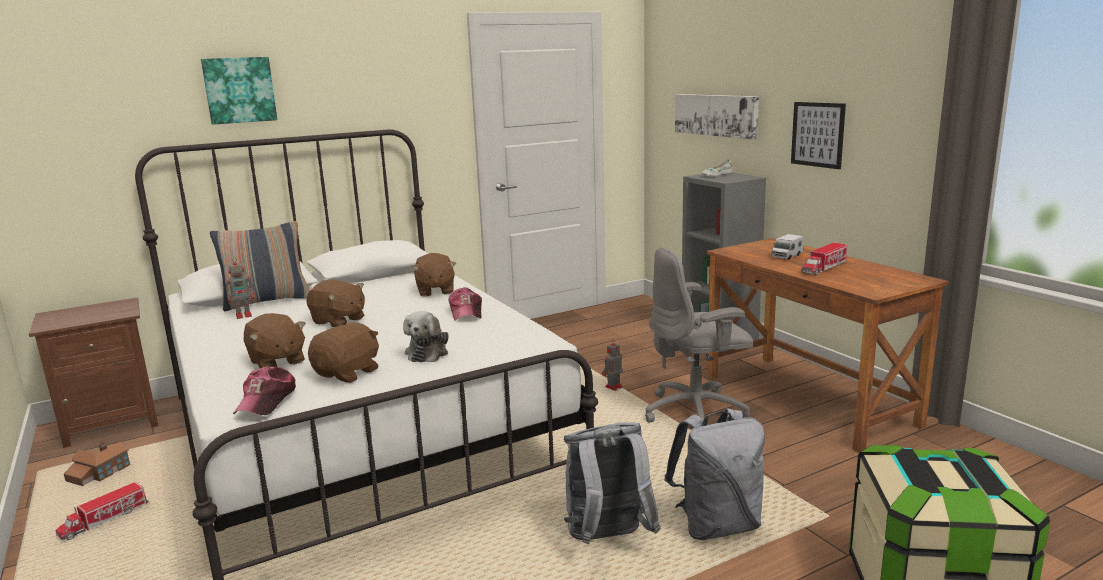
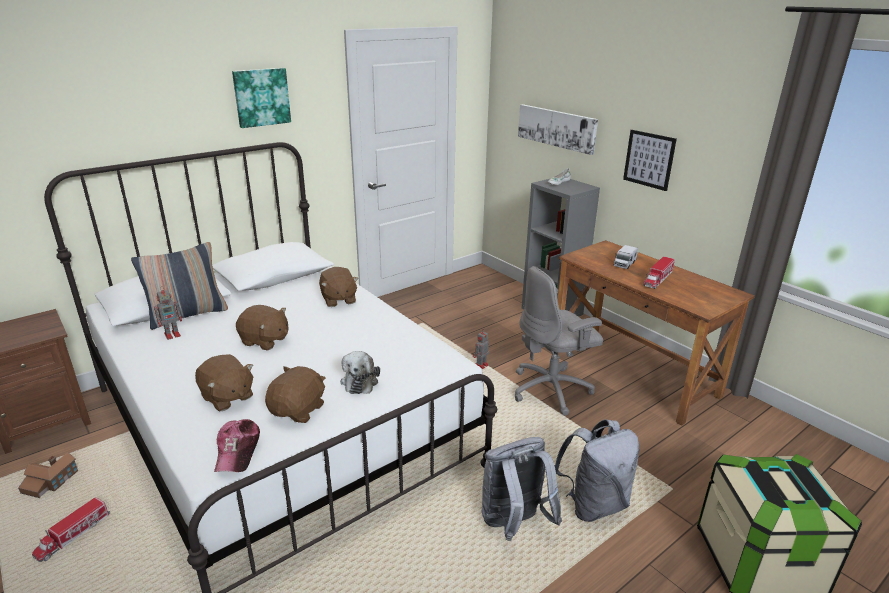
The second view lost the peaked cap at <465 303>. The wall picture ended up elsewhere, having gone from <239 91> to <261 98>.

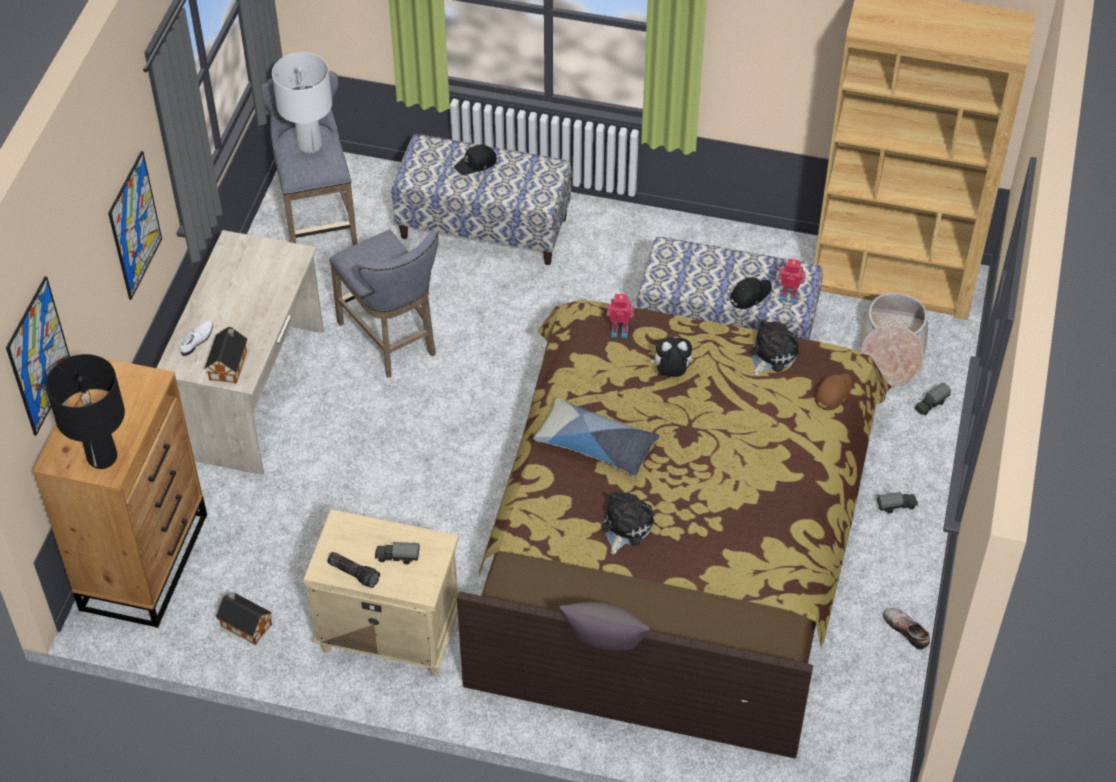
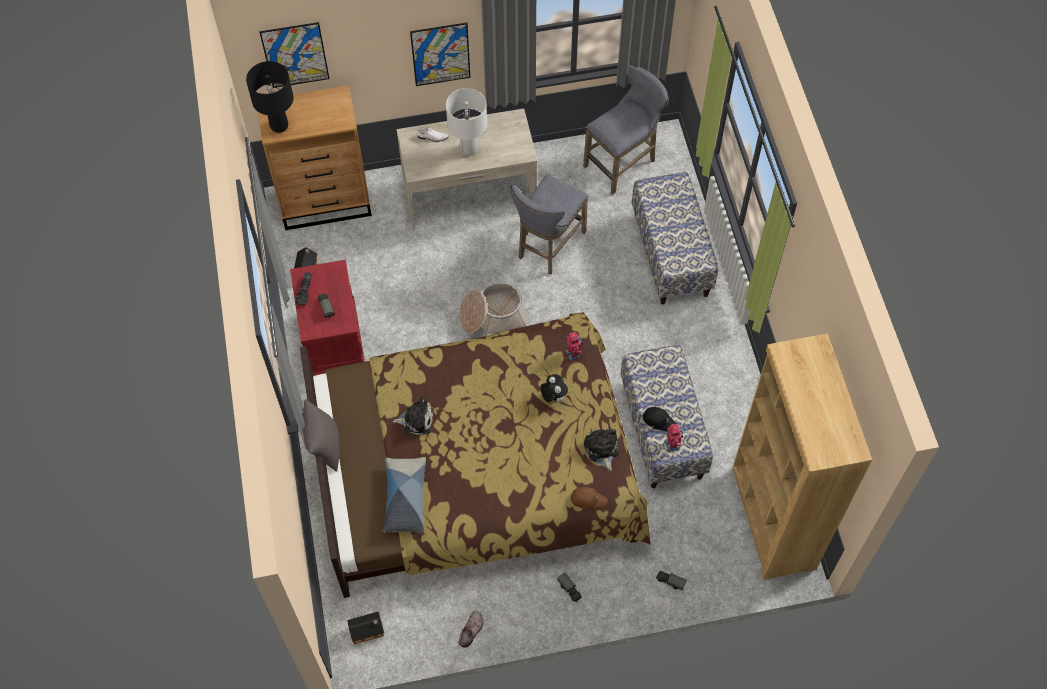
The second view lost the peaked cap in black-coloured at <475 160>. The model house ended up elsewhere, having gone from <225 355> to <365 627>. The tabletop lamp in white-coloured ended up elsewhere, having gone from <302 103> to <466 122>. The throw pillow ended up elsewhere, having gone from <596 437> to <404 495>. The basket ended up elsewhere, having gone from <894 339> to <493 309>. What was the bedside table in beige at <381 592> turned into the bedside table in red at <327 318>. The plush toy at <775 348> ended up facing another way, 120 degrees counterclockwise from before.

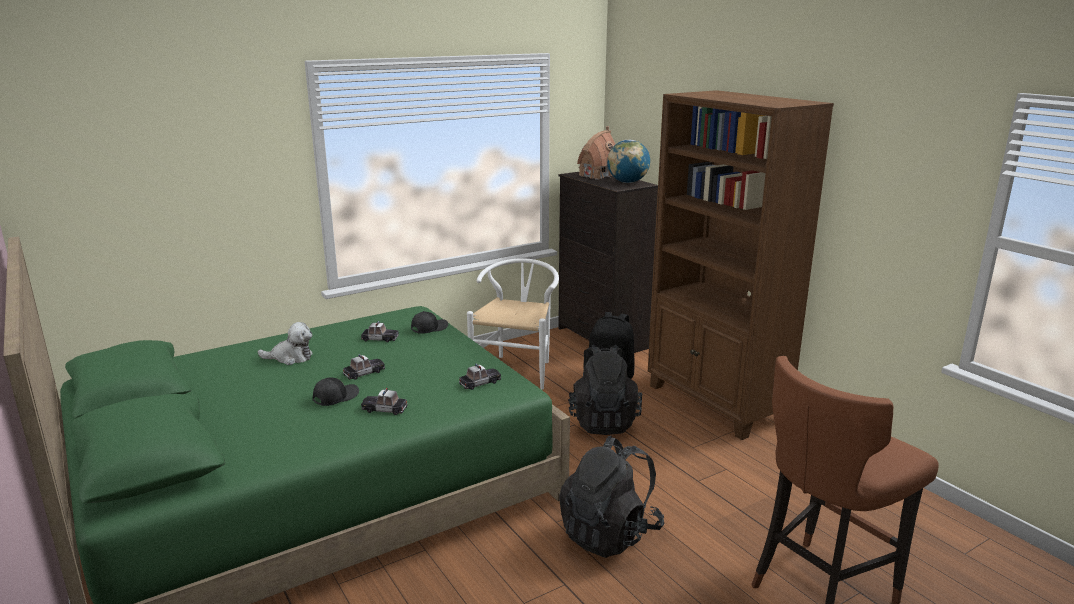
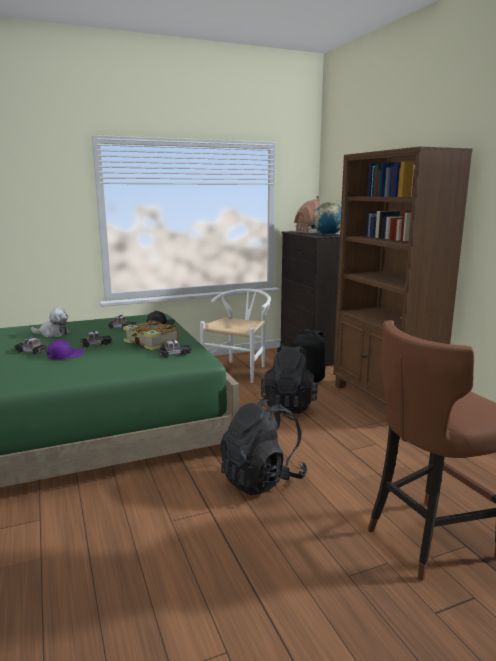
The second view gained the volume at <151 335>. The miniature car ended up elsewhere, having gone from <384 401> to <30 345>. What was the peaked cap in black-coloured at <336 392> turned into the peaked cap in purple-coloured at <65 349>.

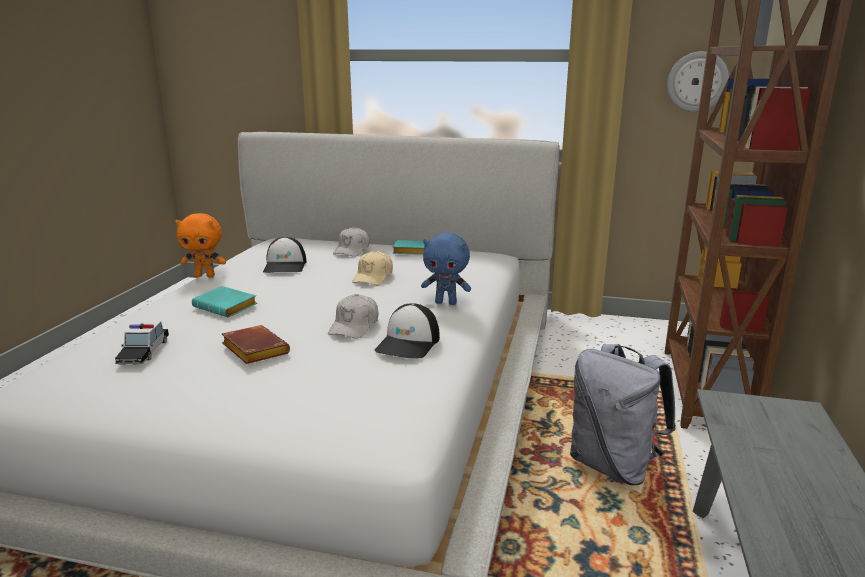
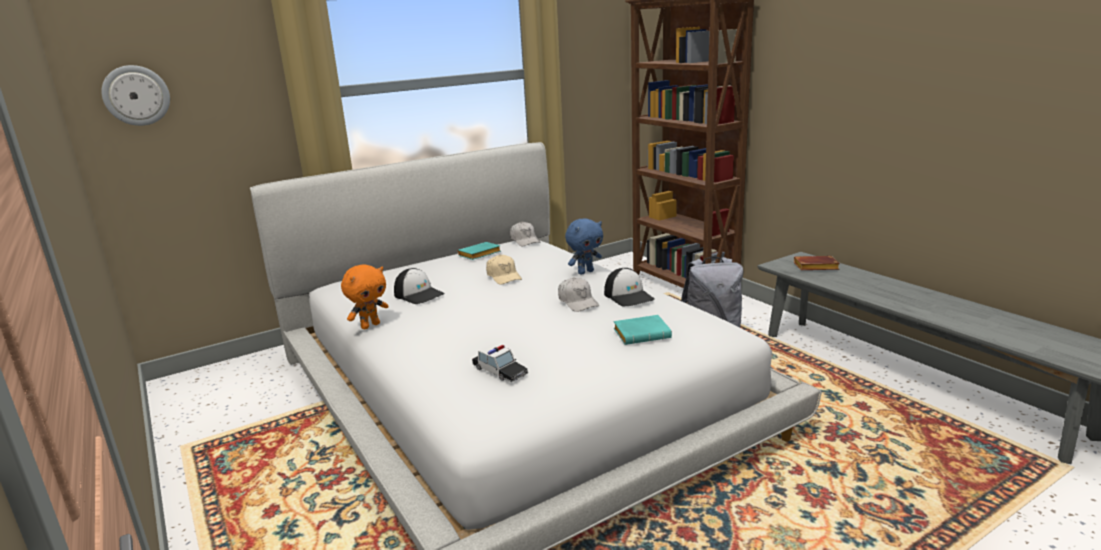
The volume in turquoise ended up elsewhere, having gone from <224 301> to <643 330>. The volume in brown ended up elsewhere, having gone from <256 344> to <817 263>. The peaked cap in white-coloured ended up elsewhere, having gone from <351 242> to <525 234>. The clock on the wall ended up elsewhere, having gone from <698 81> to <135 95>.

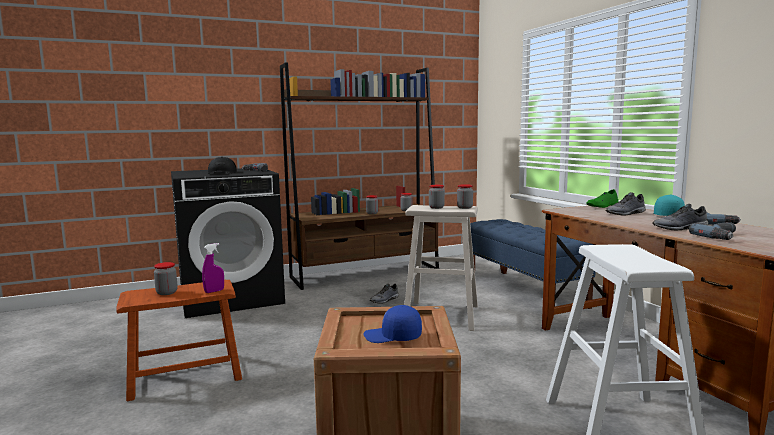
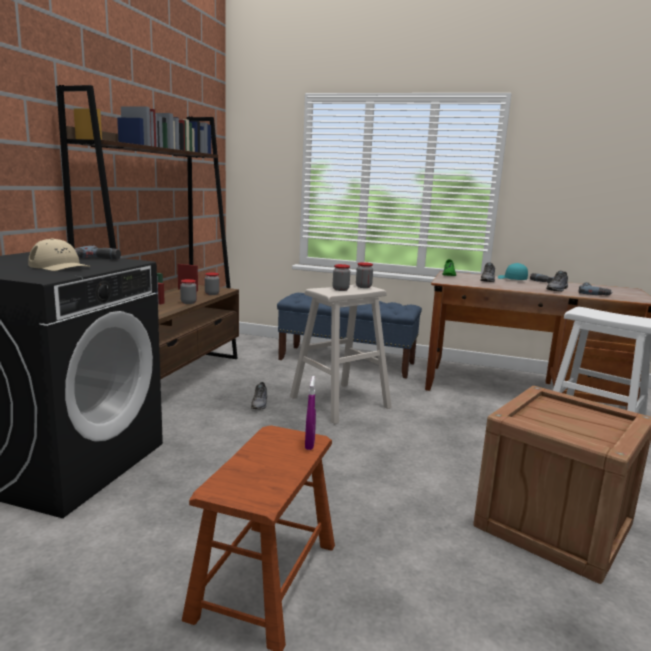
The second view lost the preserve jar at <166 278>. The second view lost the peaked cap in bluish at <392 324>. What was the peaked cap in black-coloured at <222 165> turned into the peaked cap in beige at <59 255>.

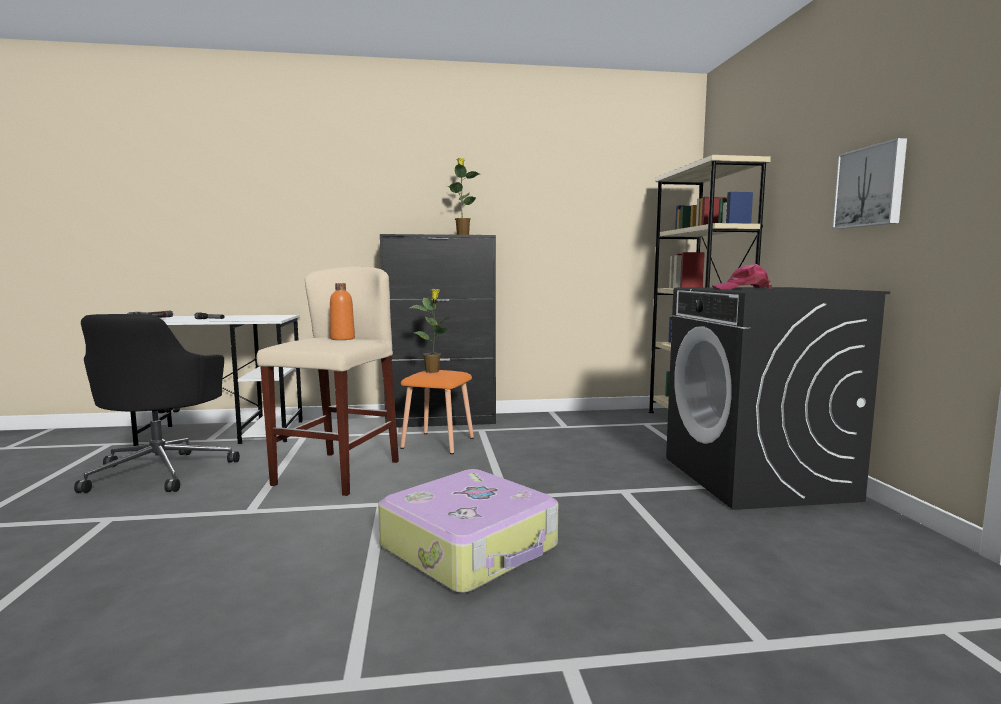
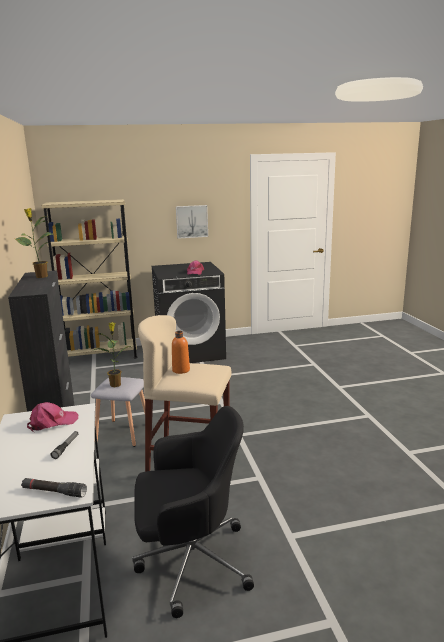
The second view lost the piece of luggage at <468 531>. The second view gained the peaked cap in pink at <52 417>. What was the sitting stool in orangey at <437 412> turned into the sitting stool in grey at <118 412>.

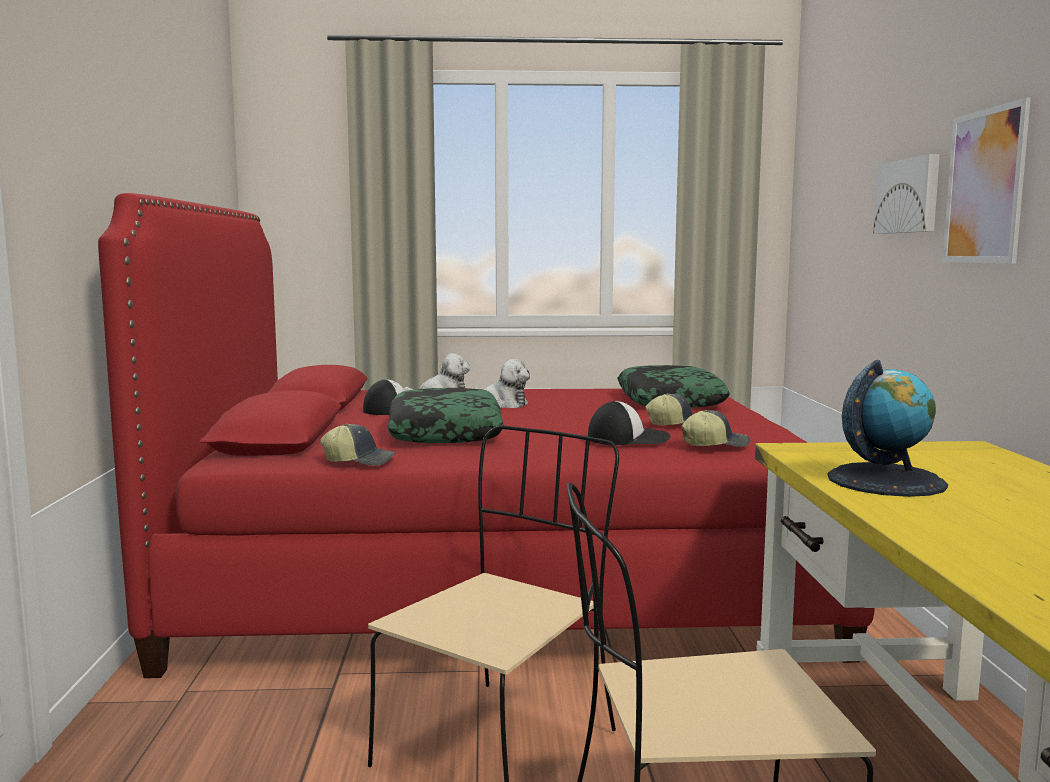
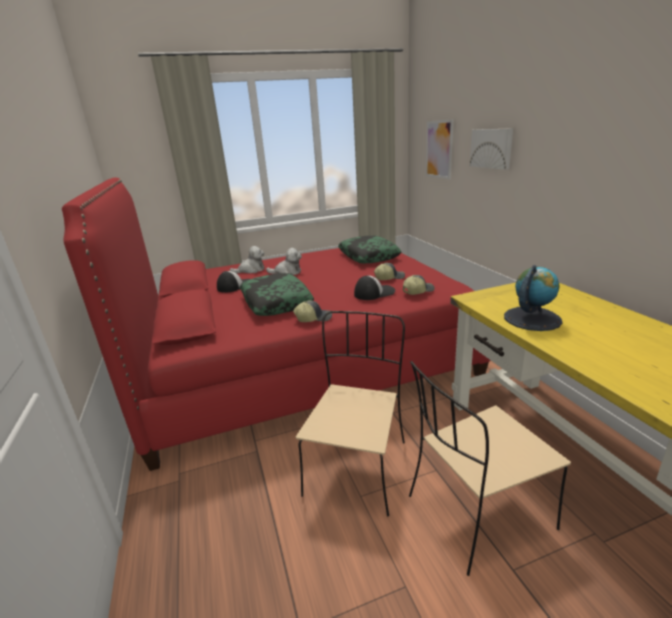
The peaked cap ended up elsewhere, having gone from <358 445> to <312 311>. The wall picture ended up elsewhere, having gone from <987 180> to <439 149>.

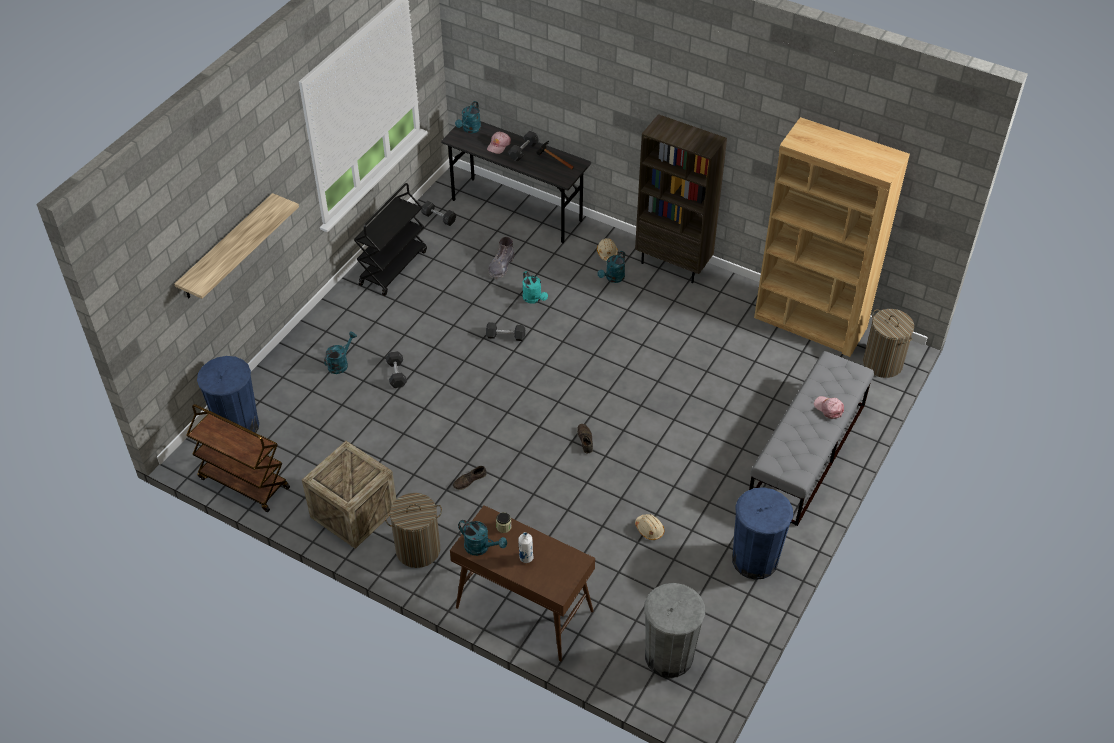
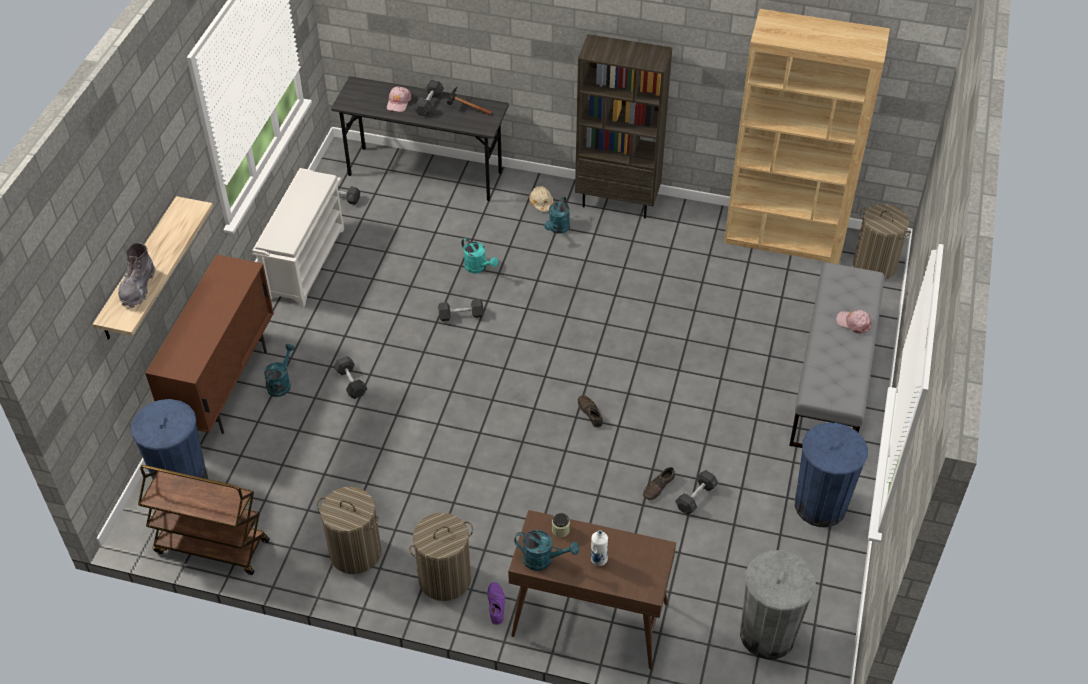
The second view lost the watering pot in turquoise at <468 117>. The second view gained the storage cabinet in brown at <209 344>. The second view gained the low shoe in purple-coloured at <496 603>. The low shoe in brown ended up elsewhere, having gone from <470 478> to <659 483>. The tall boot in grey ended up elsewhere, having gone from <501 258> to <136 275>. Where the crate stood at <349 495>, the hamper came to stand at <349 530>. Where the wheeled cart in black-coloured stood at <390 239>, the shoe stand in white-coloured came to stand at <298 237>. Where the safety helmet in beige stood at <649 527>, the hand weight in grey came to stand at <696 492>.

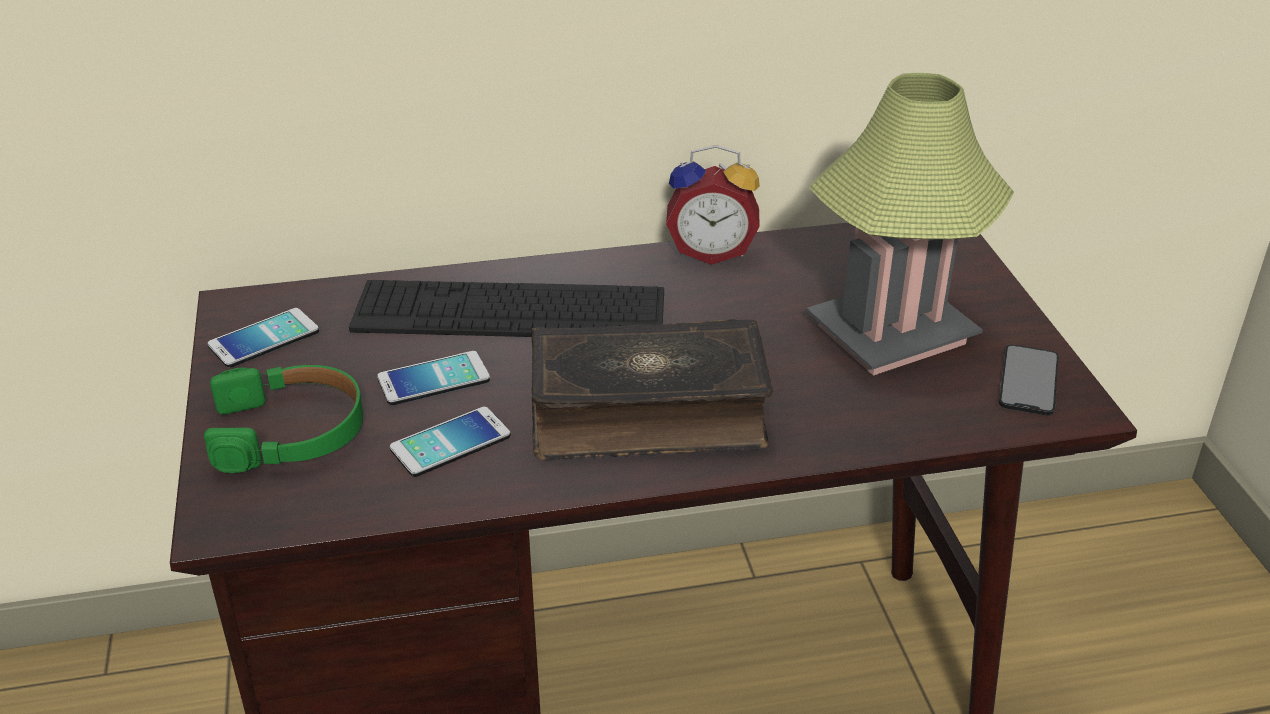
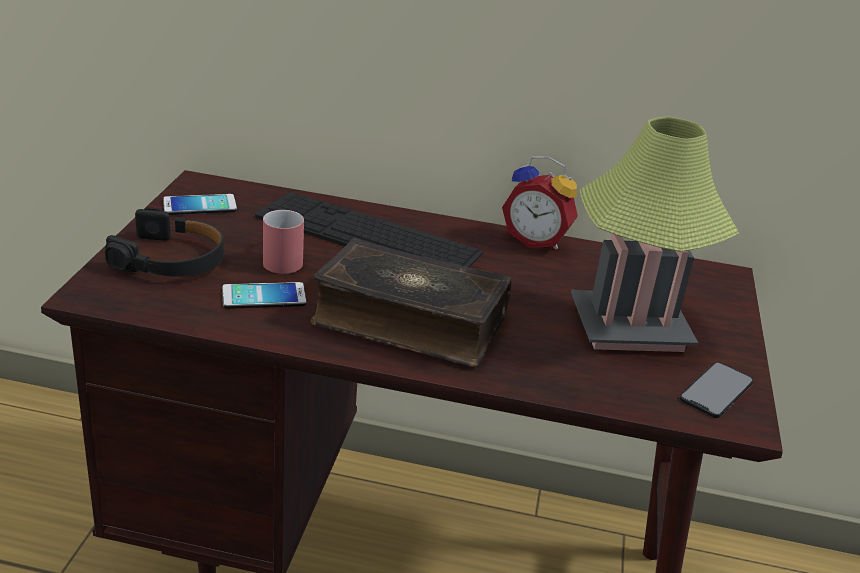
Where the handset stood at <433 378>, the tea mug in red came to stand at <283 242>. What was the pair of headphones in greenish at <283 419> turned into the pair of headphones in black-coloured at <164 242>.

